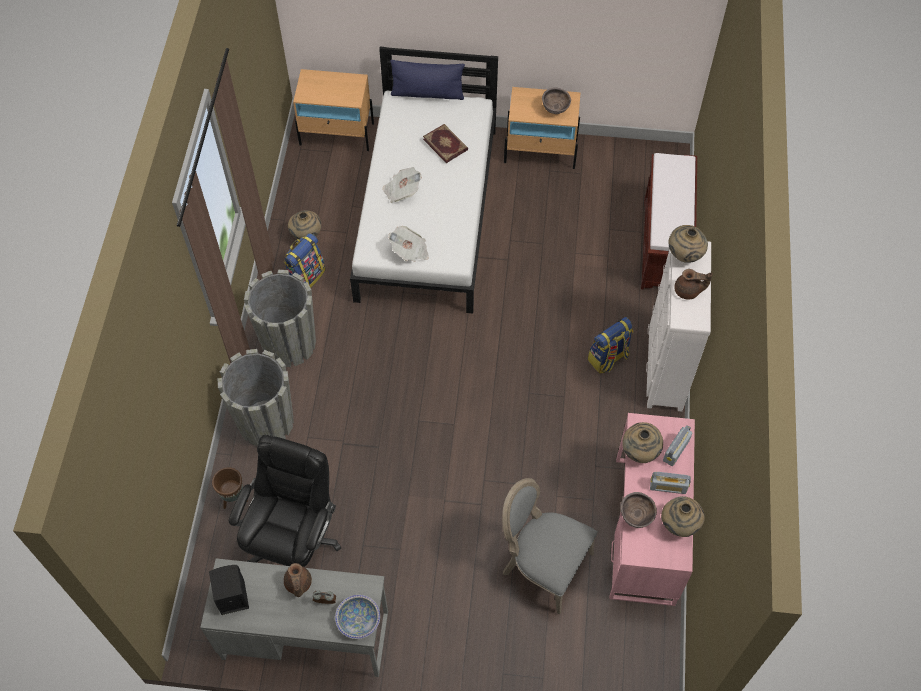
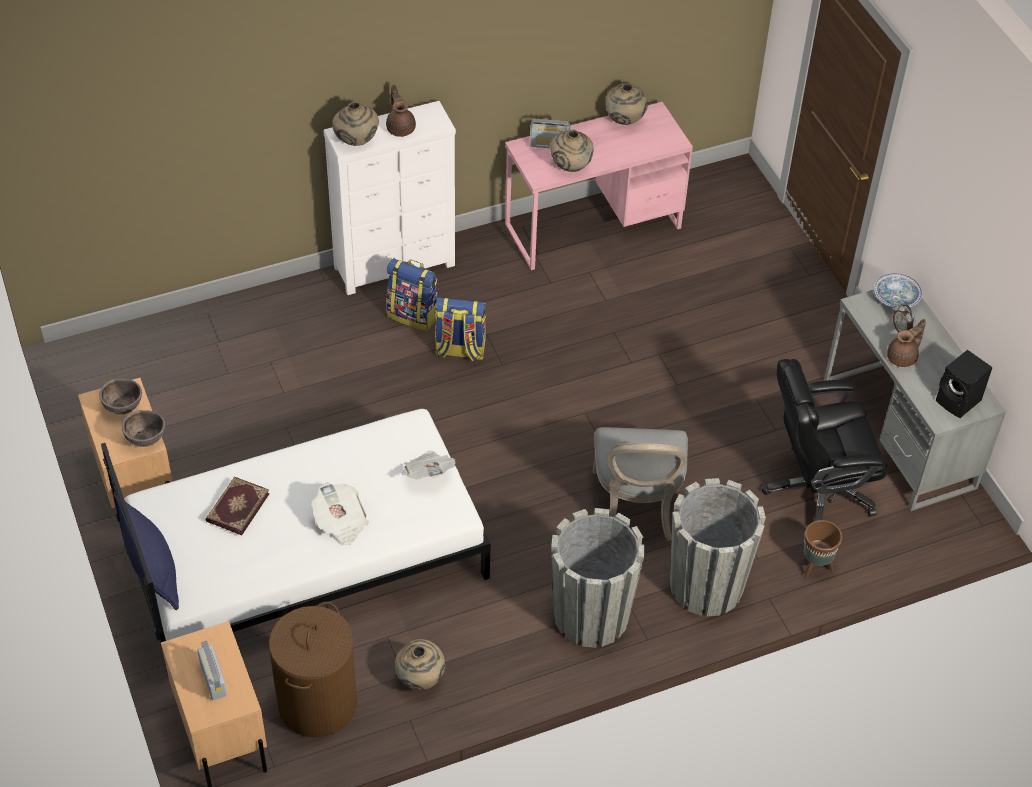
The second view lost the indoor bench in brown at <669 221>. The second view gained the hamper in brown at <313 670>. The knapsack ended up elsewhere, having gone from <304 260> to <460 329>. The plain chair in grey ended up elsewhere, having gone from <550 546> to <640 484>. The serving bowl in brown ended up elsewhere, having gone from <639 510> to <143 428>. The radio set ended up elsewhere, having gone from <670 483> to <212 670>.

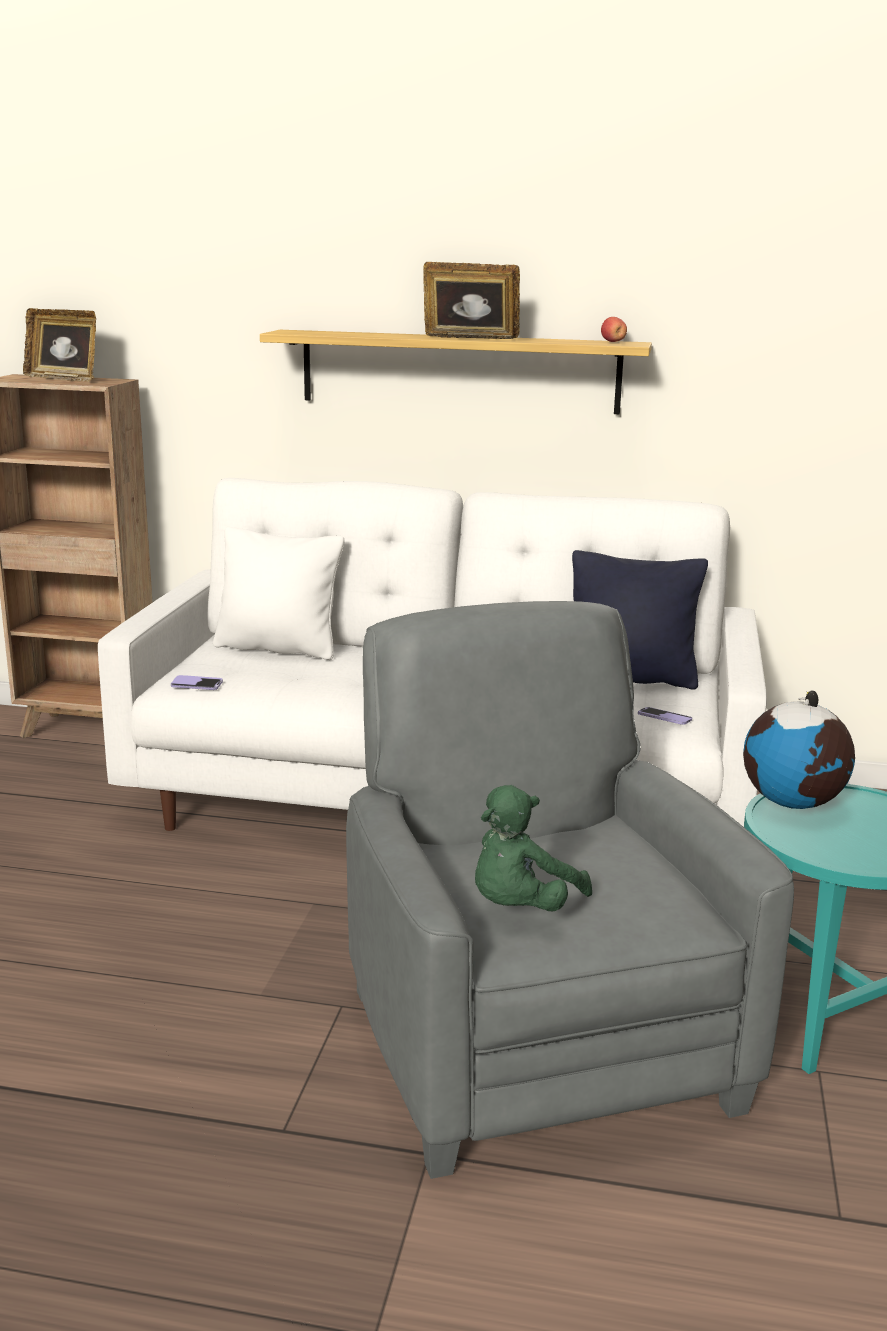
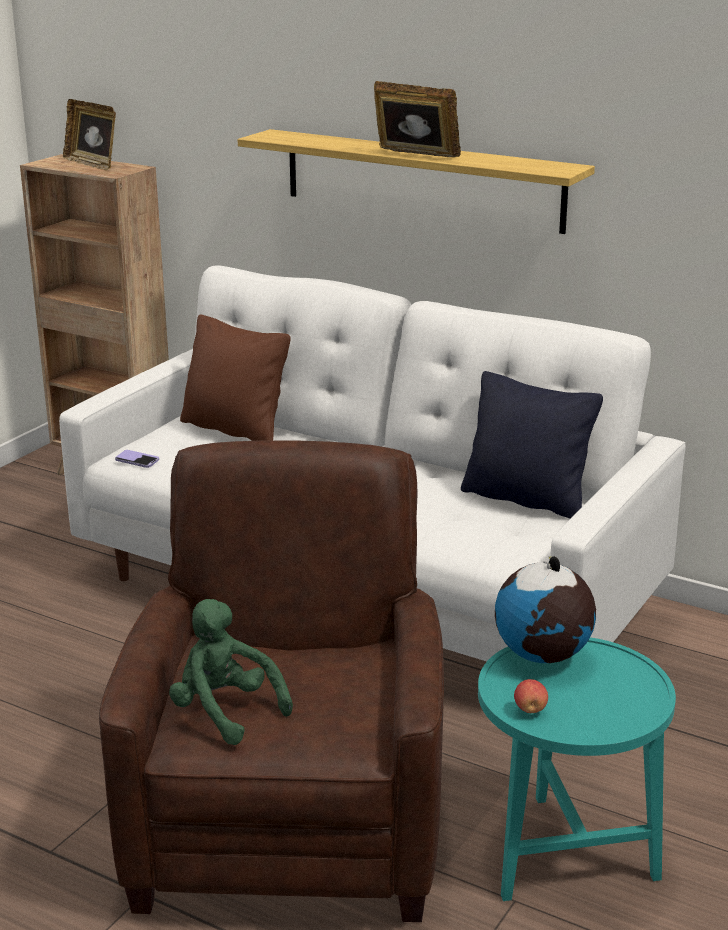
The second view lost the handset at <665 716>. The whole apple ended up elsewhere, having gone from <614 329> to <531 696>. What was the throw pillow in white-coloured at <278 593> turned into the throw pillow in brown at <235 378>. What was the armchair in grey at <570 890> turned into the armchair in brown at <271 681>. The plush toy in greenish at <533 848> ended up facing another way, 75 degrees clockwise from before.

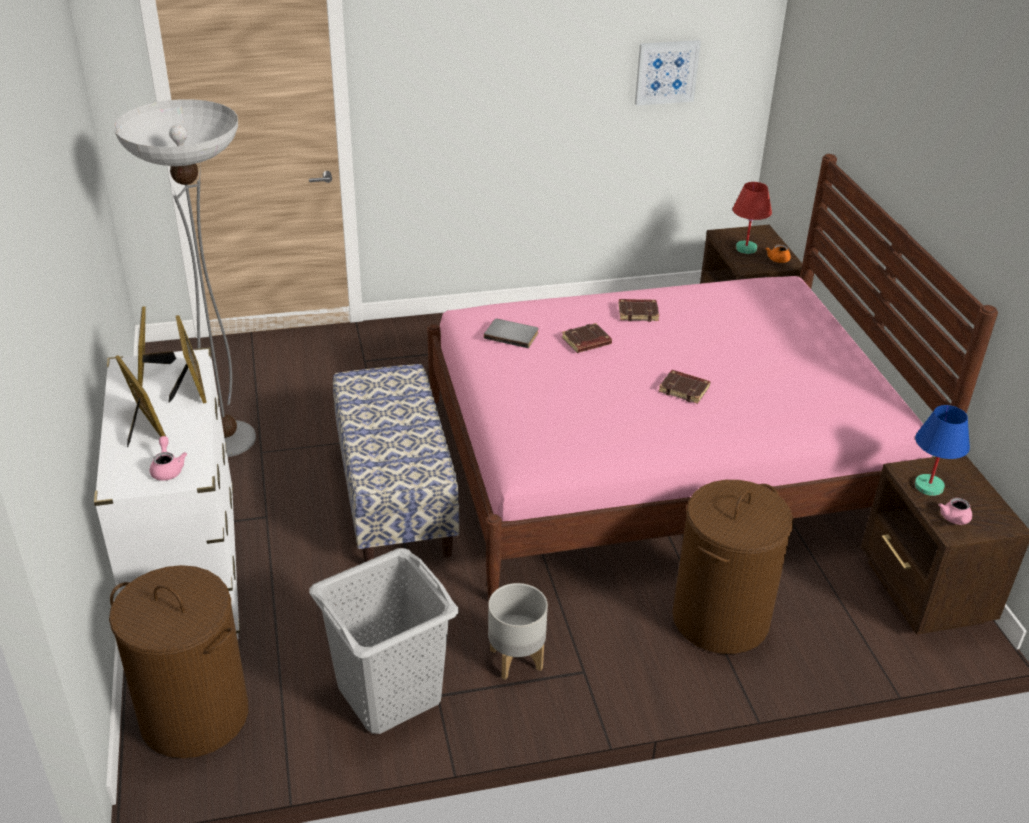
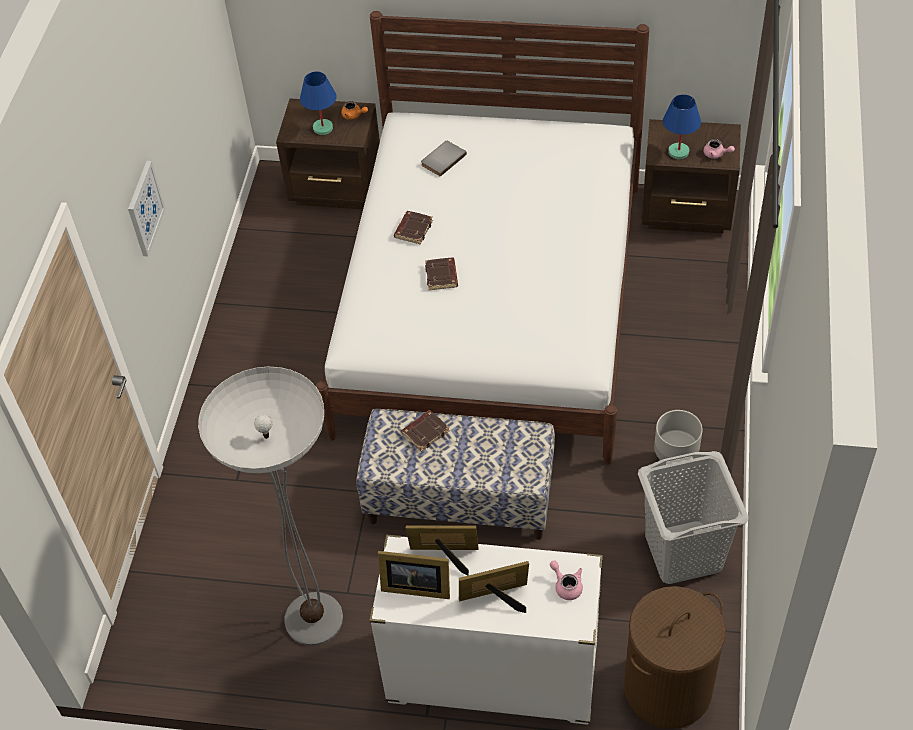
The second view lost the hamper in brown at <733 567>. The volume in grey ended up elsewhere, having gone from <511 333> to <444 159>. The wall picture ended up elsewhere, having gone from <668 73> to <147 209>. The volume in brown ended up elsewhere, having gone from <685 387> to <425 431>. What was the bed in pink at <712 376> turned into the bed in white-coloured at <482 238>. What was the tabletop lamp in red at <752 218> turned into the tabletop lamp in bluish at <318 103>. The pot for tea in pink at <168 458> ended up facing another way, 45 degrees clockwise from before.

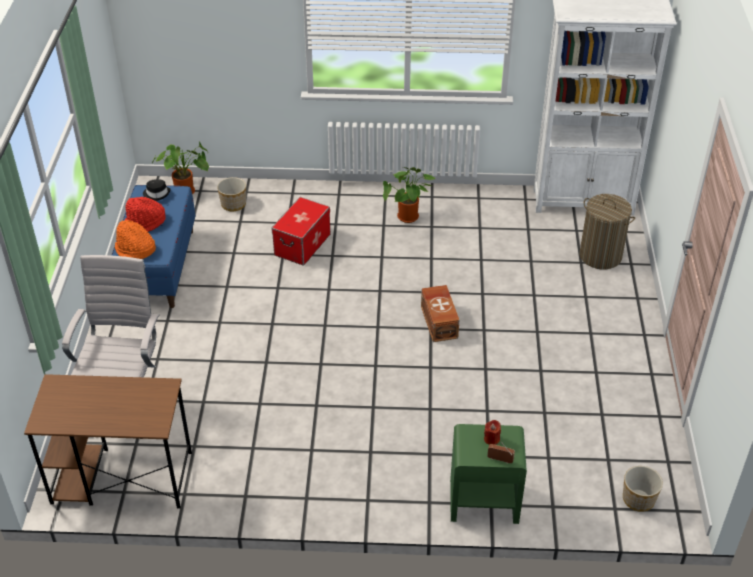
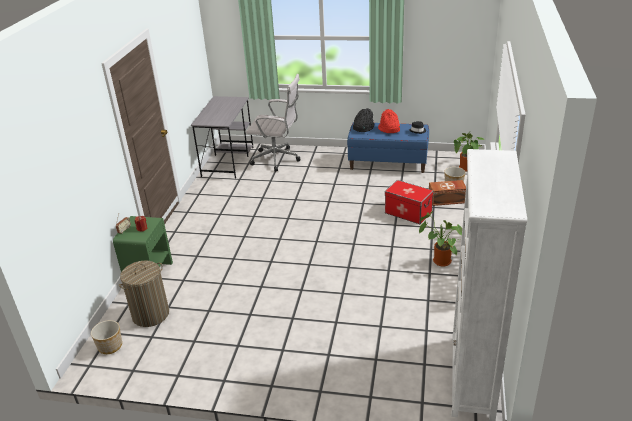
The storage box in brown ended up elsewhere, having gone from <440 313> to <447 193>. The hamper ended up elsewhere, having gone from <607 232> to <144 294>. What was the desk unit in brown at <108 441> turned into the desk unit in grey at <222 137>. What was the clothing hat in orangey at <135 239> turned into the clothing hat in black-coloured at <363 120>.

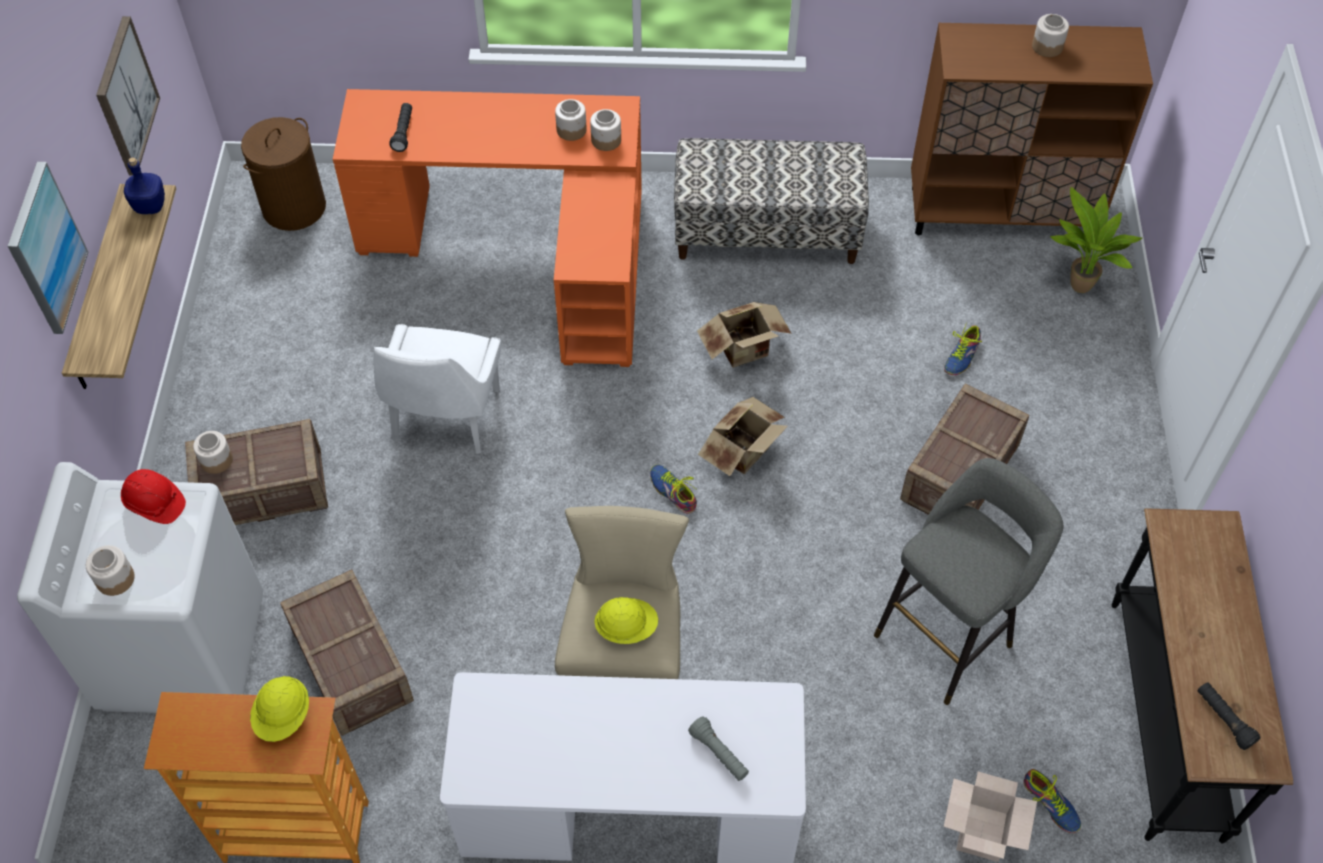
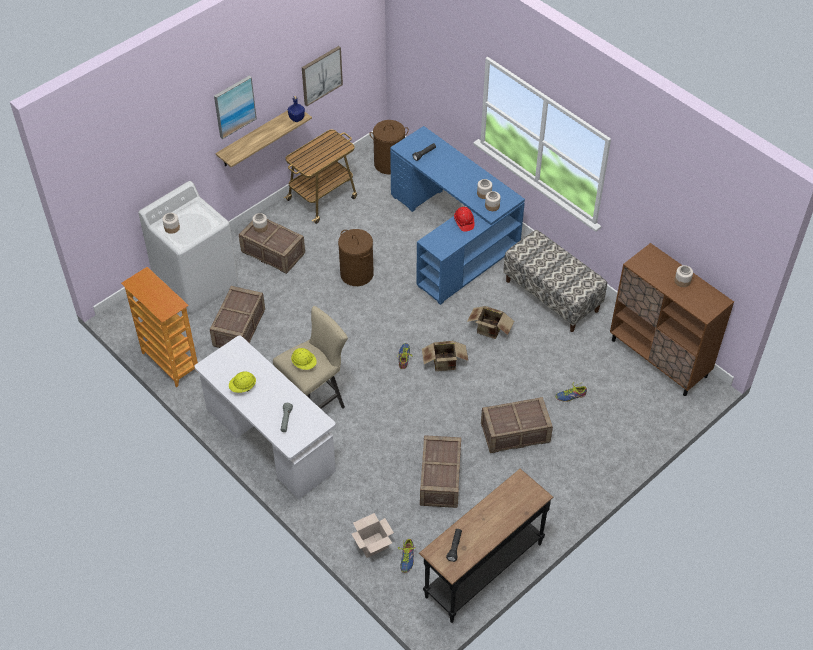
The second view lost the houseplant at <1096 240>. The second view gained the wheeled cart at <320 176>. The safety helmet in red ended up elsewhere, having gone from <153 496> to <464 219>. The safety helmet in yellow-coloured ended up elsewhere, having gone from <279 709> to <242 382>. Where the plain chair in white-coloured stood at <437 389>, the hamper in brown came to stand at <356 257>. Where the sitting stool in grey stood at <968 581>, the crate came to stand at <440 471>. What was the desk unit in orangey at <487 228> turned into the desk unit in bluish at <457 215>.

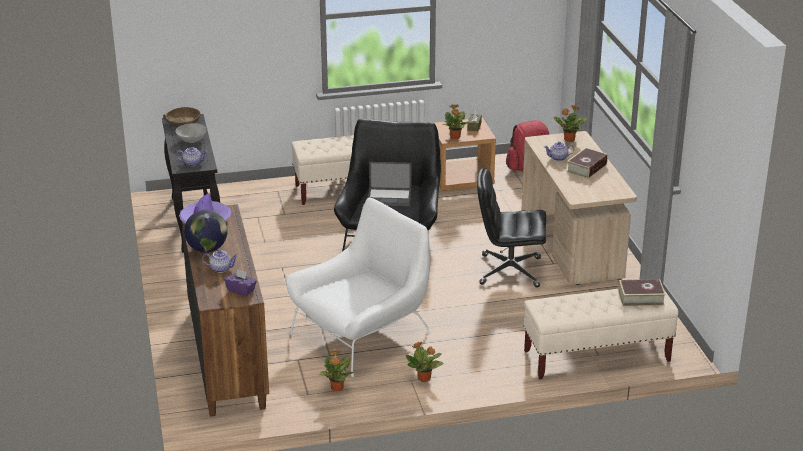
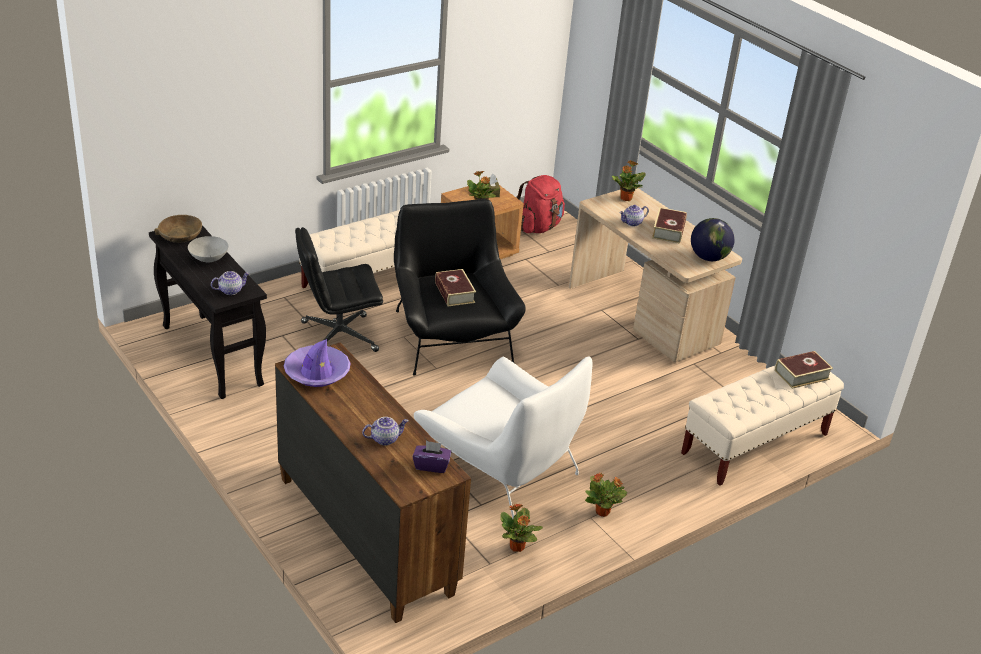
The desk globe ended up elsewhere, having gone from <205 231> to <713 239>. The computer chair in black-coloured ended up elsewhere, having gone from <511 228> to <339 289>. Where the portable computer stood at <389 184>, the volume came to stand at <455 287>. The armchair in white-coloured at <358 287> ended up facing another way, 105 degrees clockwise from before.

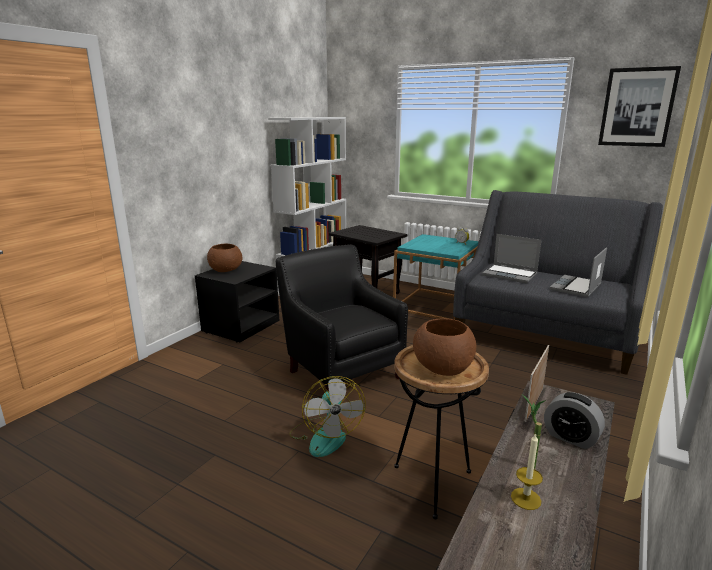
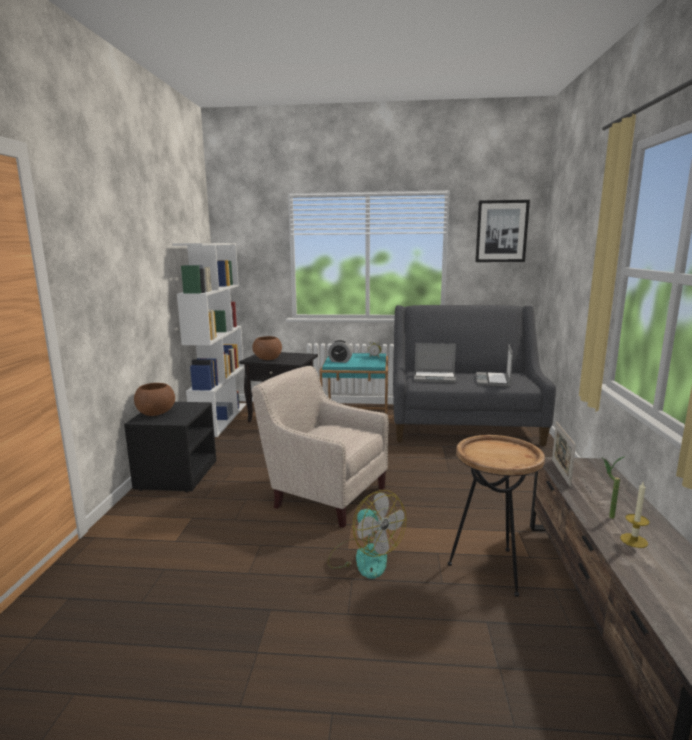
The serving bowl in brown ended up elsewhere, having gone from <444 347> to <267 348>. The bedside clock ended up elsewhere, having gone from <574 420> to <340 351>. What was the armchair in black-coloured at <342 318> turned into the armchair in beige at <320 447>.

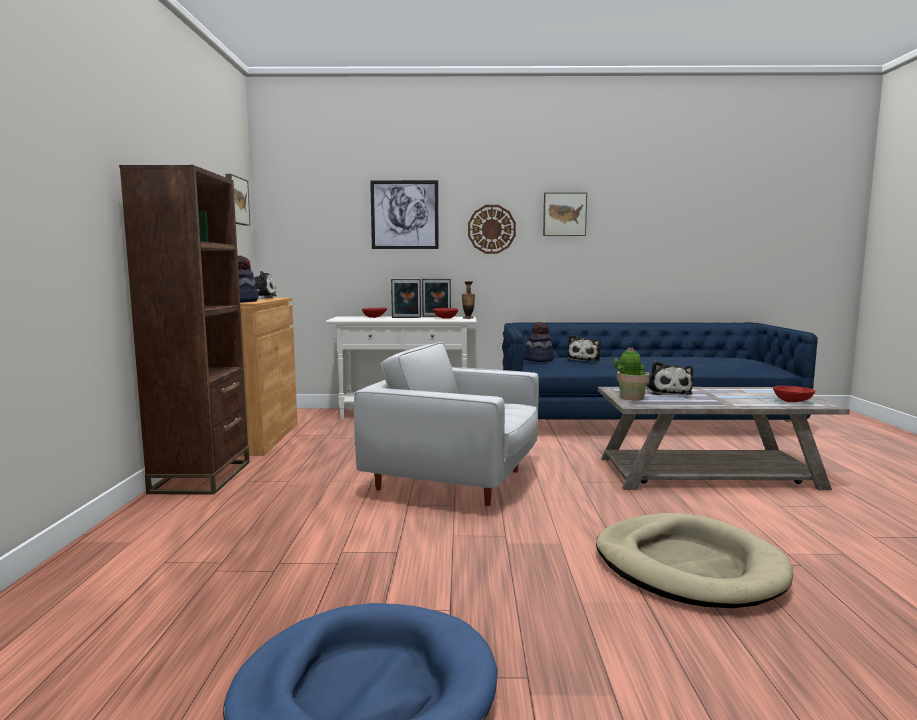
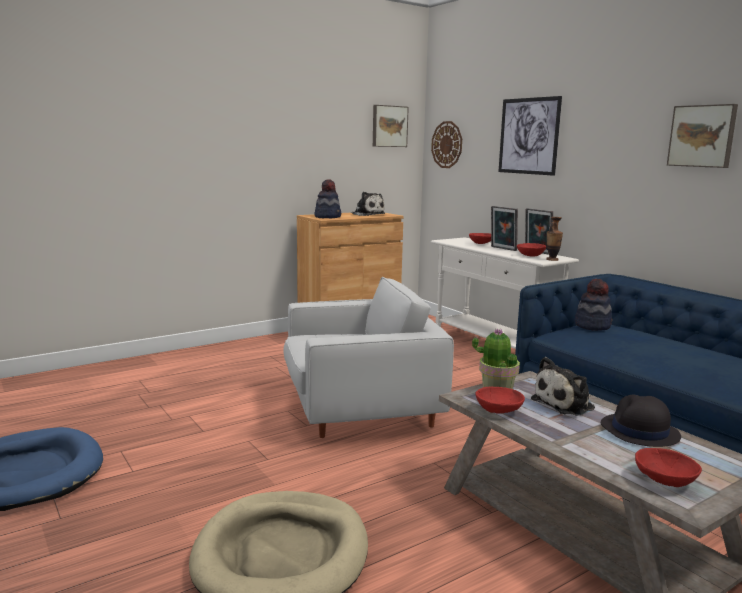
The second view lost the shelving unit in brown at <184 330>. The second view lost the plush toy at <584 348>. The second view gained the serving bowl in red at <500 400>. The second view gained the clothing hat in black-coloured at <641 421>. The clock on the wall ended up elsewhere, having gone from <492 229> to <446 144>. The armchair in white-coloured at <446 424> ended up facing another way, 90 degrees clockwise from before.

